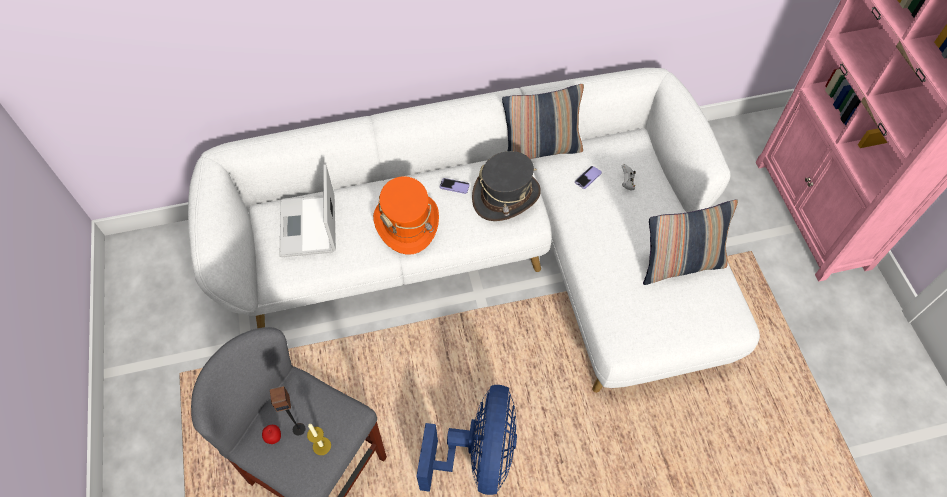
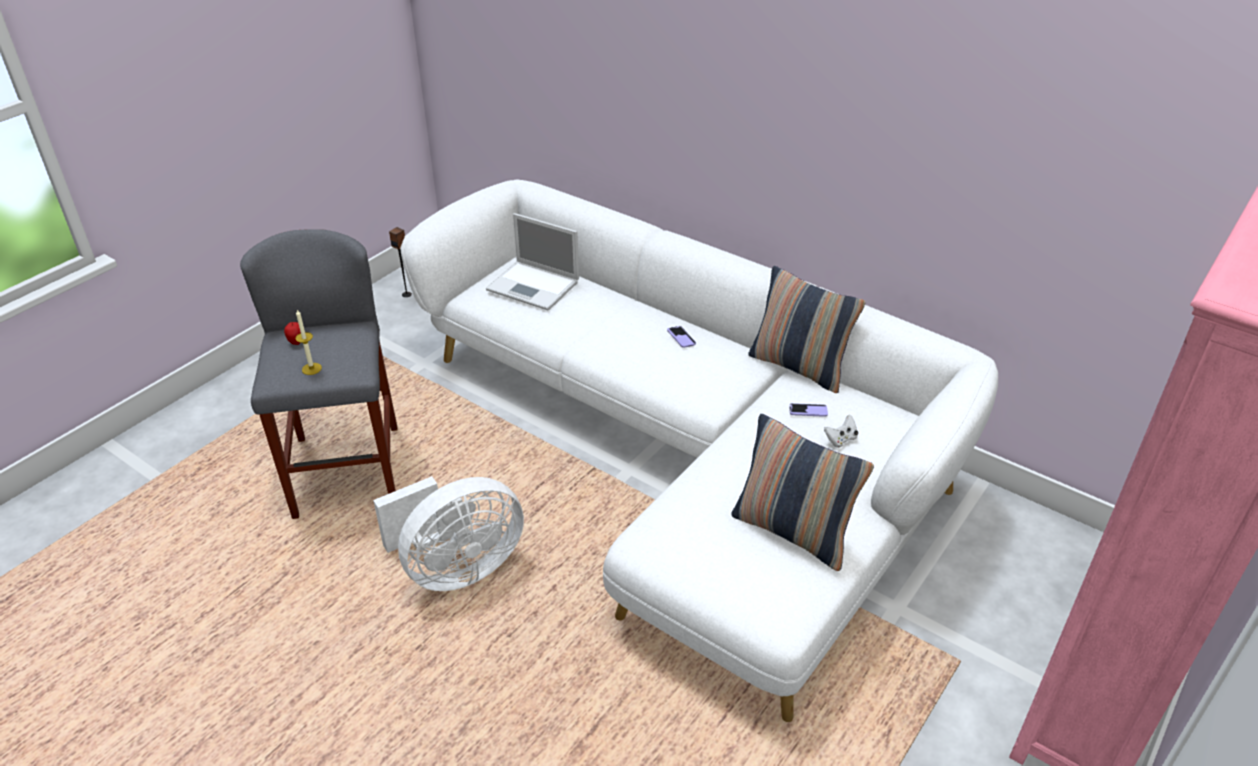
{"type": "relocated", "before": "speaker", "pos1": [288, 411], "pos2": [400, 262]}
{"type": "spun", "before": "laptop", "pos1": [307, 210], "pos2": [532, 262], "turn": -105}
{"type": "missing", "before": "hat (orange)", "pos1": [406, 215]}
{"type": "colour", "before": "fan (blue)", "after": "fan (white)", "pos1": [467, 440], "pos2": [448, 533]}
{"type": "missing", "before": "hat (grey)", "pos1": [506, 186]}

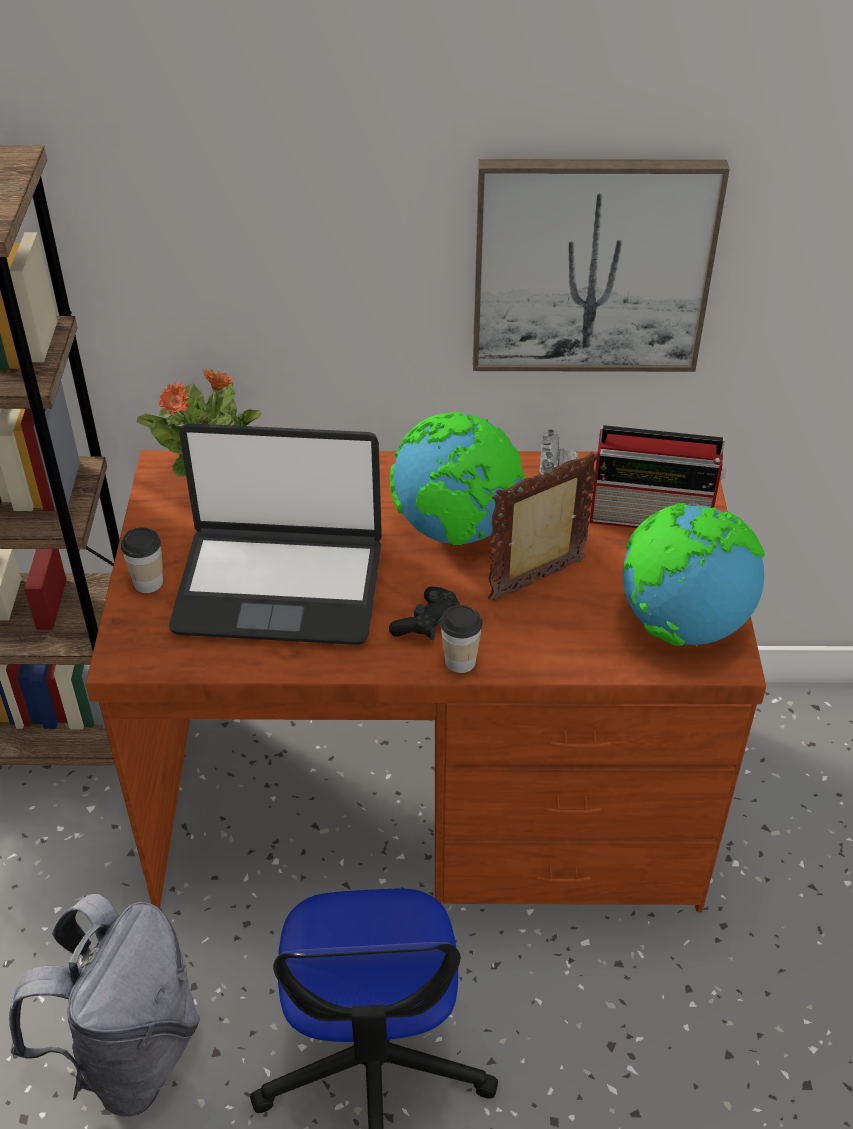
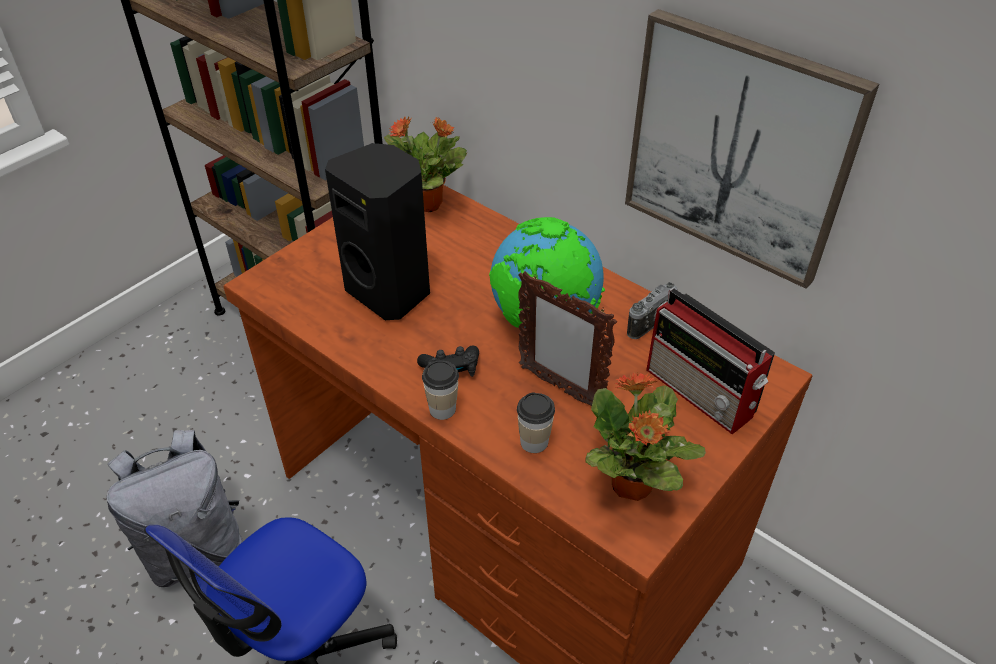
{"type": "relocated", "before": "cup", "pos1": [142, 560], "pos2": [536, 423]}
{"type": "exchanged", "before": "laptop", "after": "speaker (black)", "pos1": [275, 534], "pos2": [377, 231]}
{"type": "spun", "before": "picture frame", "pos1": [543, 526], "pos2": [567, 338], "turn": -150}
{"type": "exchanged", "before": "globe", "after": "potted plant", "pos1": [694, 575], "pos2": [646, 436]}

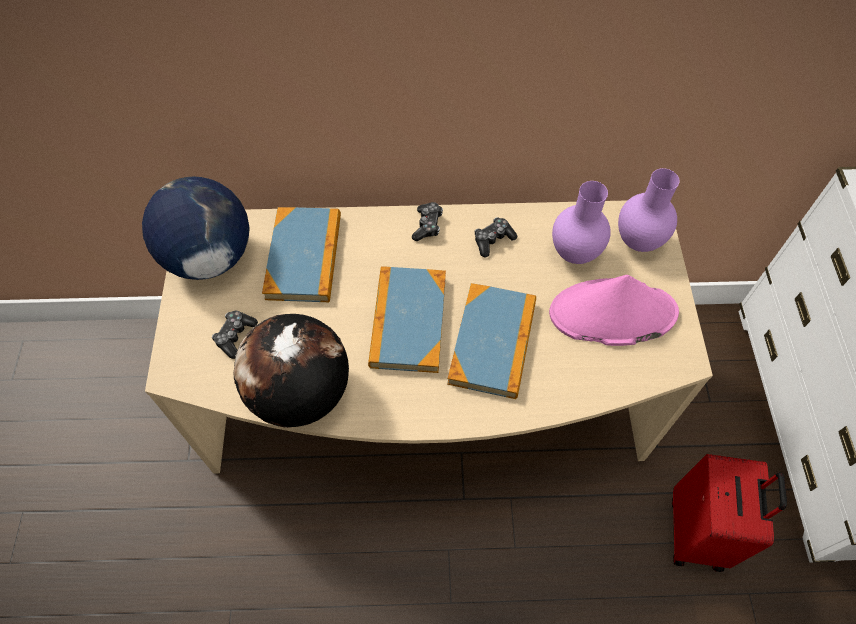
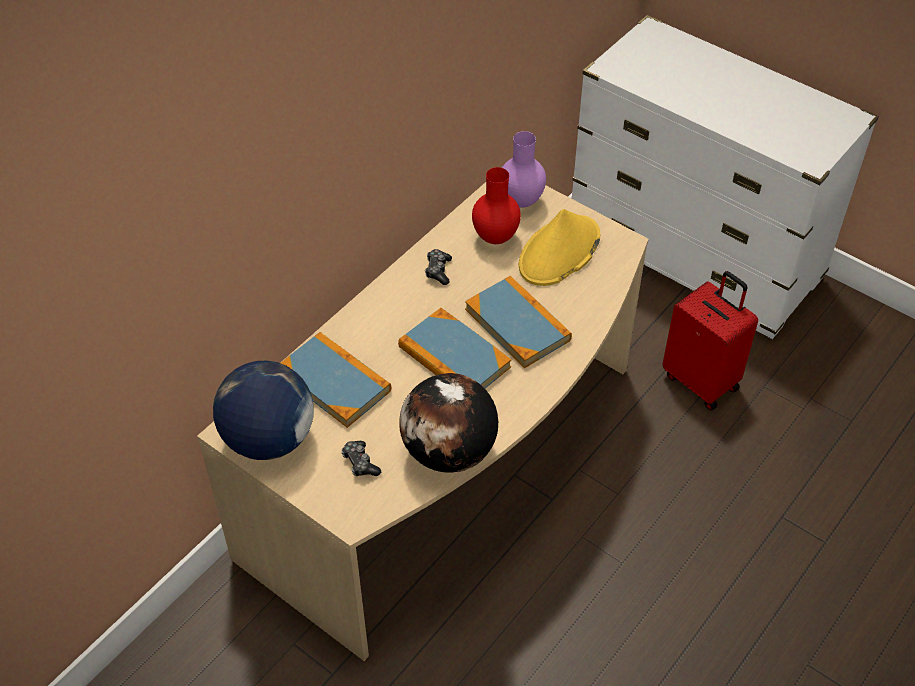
{"type": "missing", "before": "game controller", "pos1": [427, 221]}
{"type": "colour", "before": "hat (pink)", "after": "hat (yellow)", "pos1": [614, 310], "pos2": [559, 247]}
{"type": "colour", "before": "vase (purple)", "after": "vase (red)", "pos1": [581, 222], "pos2": [496, 205]}

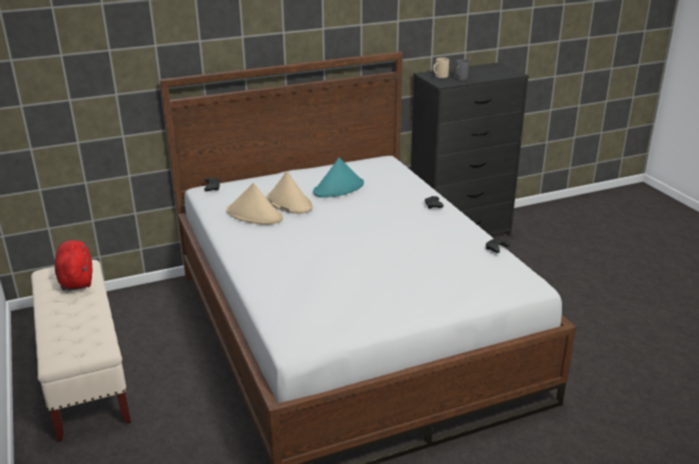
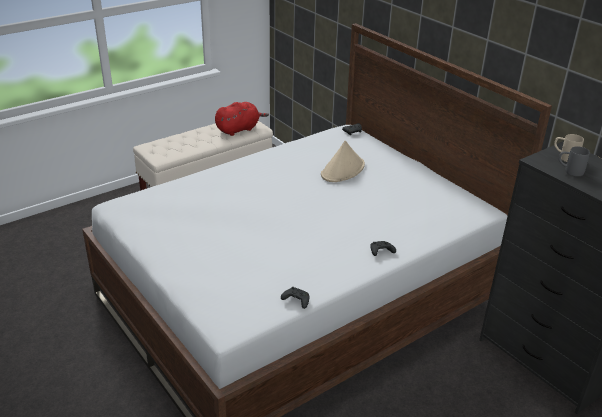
{"type": "missing", "before": "hat (beige)", "pos1": [254, 204]}
{"type": "missing", "before": "hat (turquoise)", "pos1": [338, 178]}

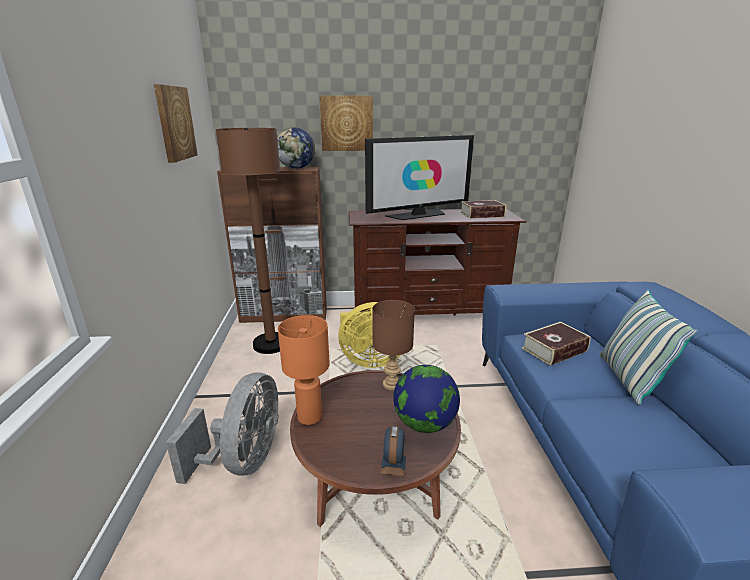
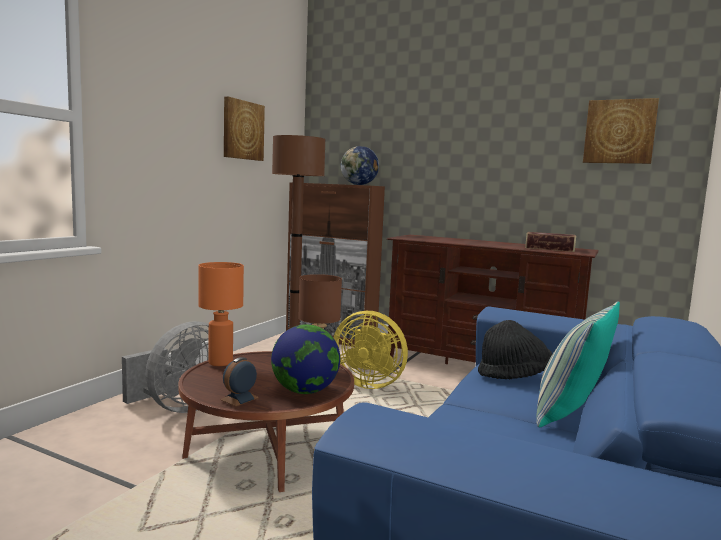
{"type": "relocated", "before": "picture", "pos1": [346, 123], "pos2": [621, 131]}
{"type": "missing", "before": "television", "pos1": [419, 177]}
{"type": "exchanged", "before": "book", "after": "hat (black)", "pos1": [556, 344], "pos2": [515, 349]}

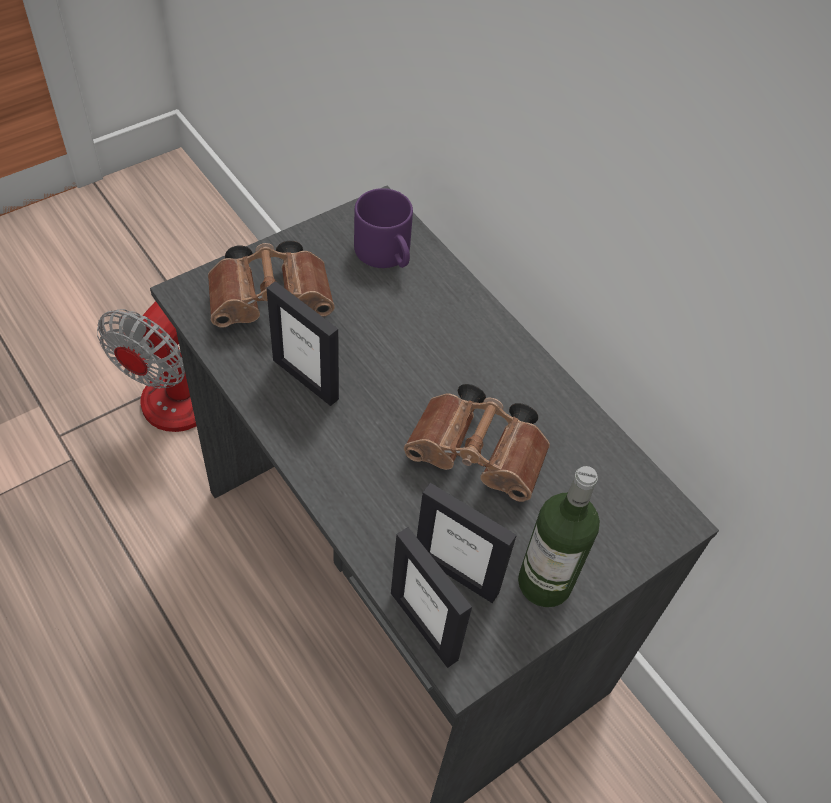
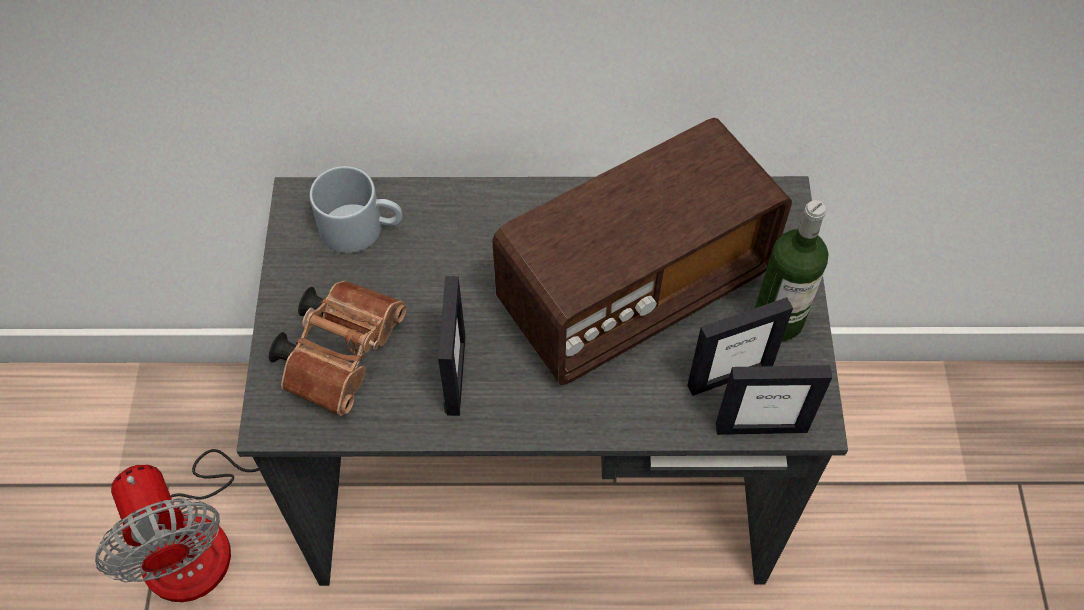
{"type": "spun", "before": "picture frame", "pos1": [302, 343], "pos2": [452, 346], "turn": -75}
{"type": "colour", "before": "mug (purple)", "after": "mug (grey)", "pos1": [383, 228], "pos2": [356, 209]}
{"type": "exchanged", "before": "binoculars (brown)", "after": "radio", "pos1": [477, 443], "pos2": [642, 251]}

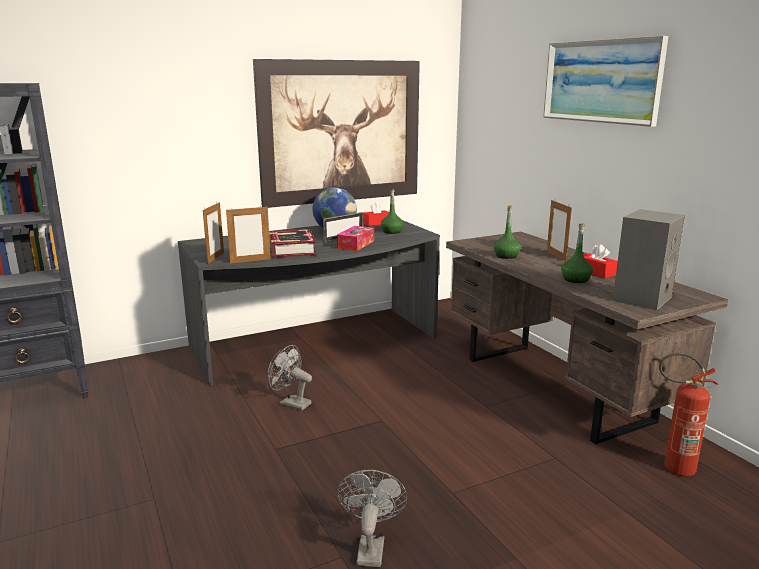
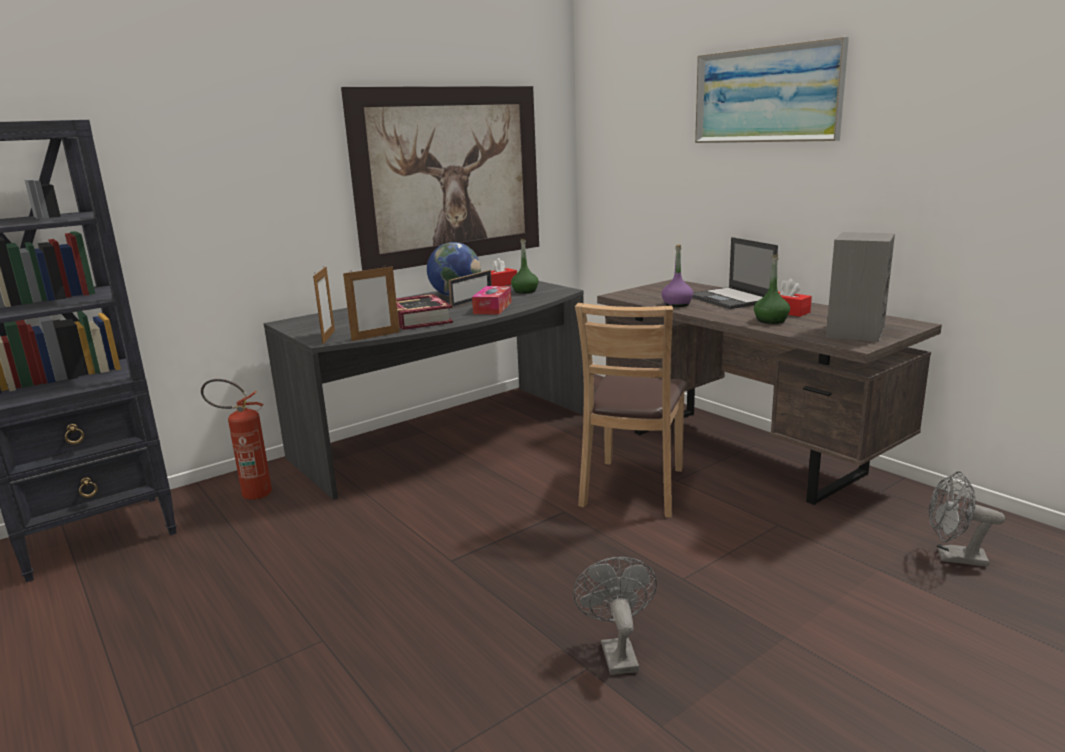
{"type": "relocated", "before": "fan (grey)", "pos1": [290, 378], "pos2": [967, 519]}
{"type": "colour", "before": "bottle (green)", "after": "bottle (purple)", "pos1": [507, 232], "pos2": [677, 275]}
{"type": "exchanged", "before": "picture frame", "after": "laptop", "pos1": [559, 230], "pos2": [735, 273]}
{"type": "relocated", "before": "fire extinguisher", "pos1": [688, 415], "pos2": [236, 439]}
{"type": "appeared", "after": "chair (brown)", "pos2": [631, 410]}

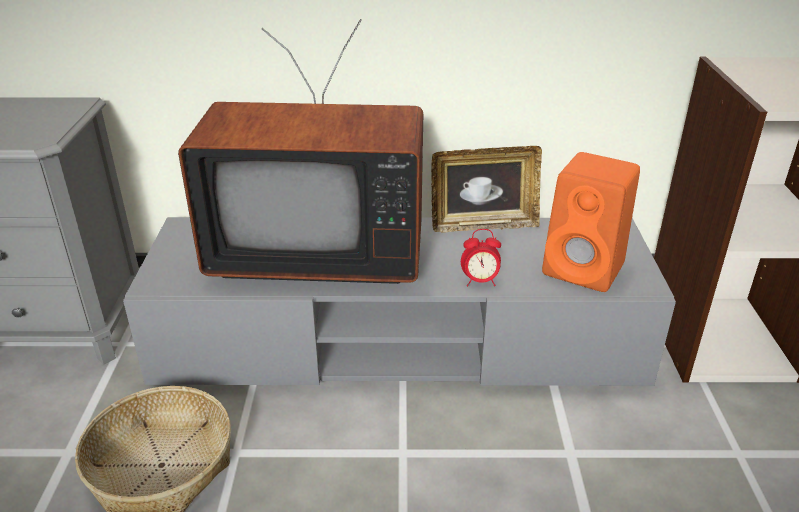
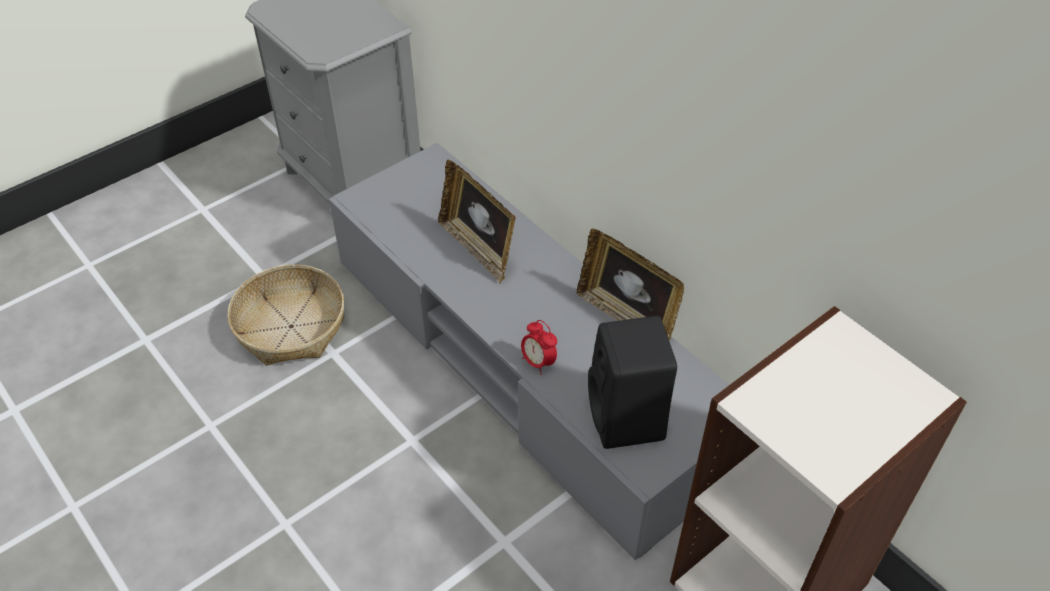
{"type": "exchanged", "before": "television", "after": "picture frame", "pos1": [300, 151], "pos2": [477, 222]}
{"type": "colour", "before": "speaker (orange)", "after": "speaker (black)", "pos1": [591, 222], "pos2": [632, 382]}

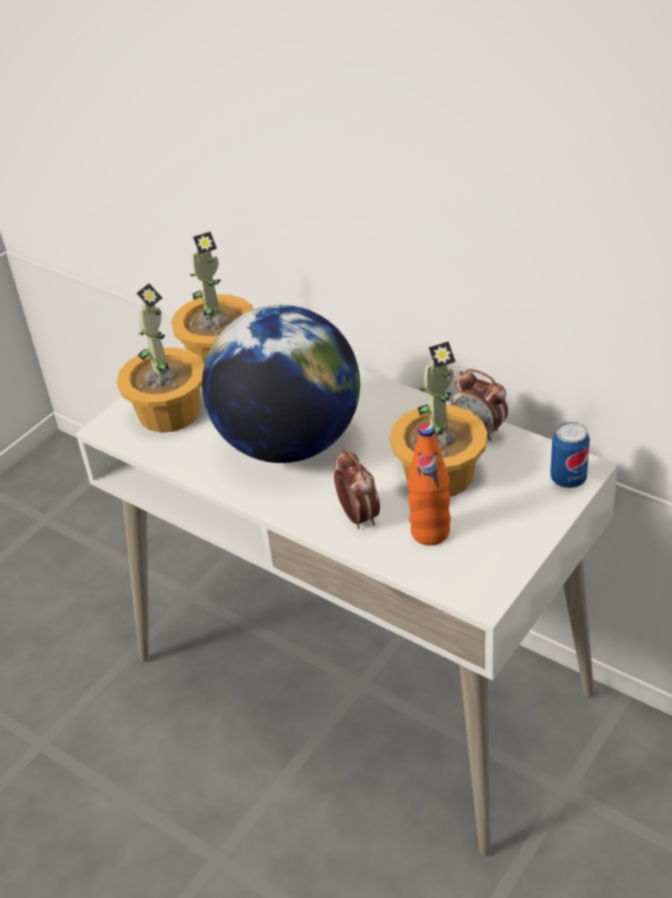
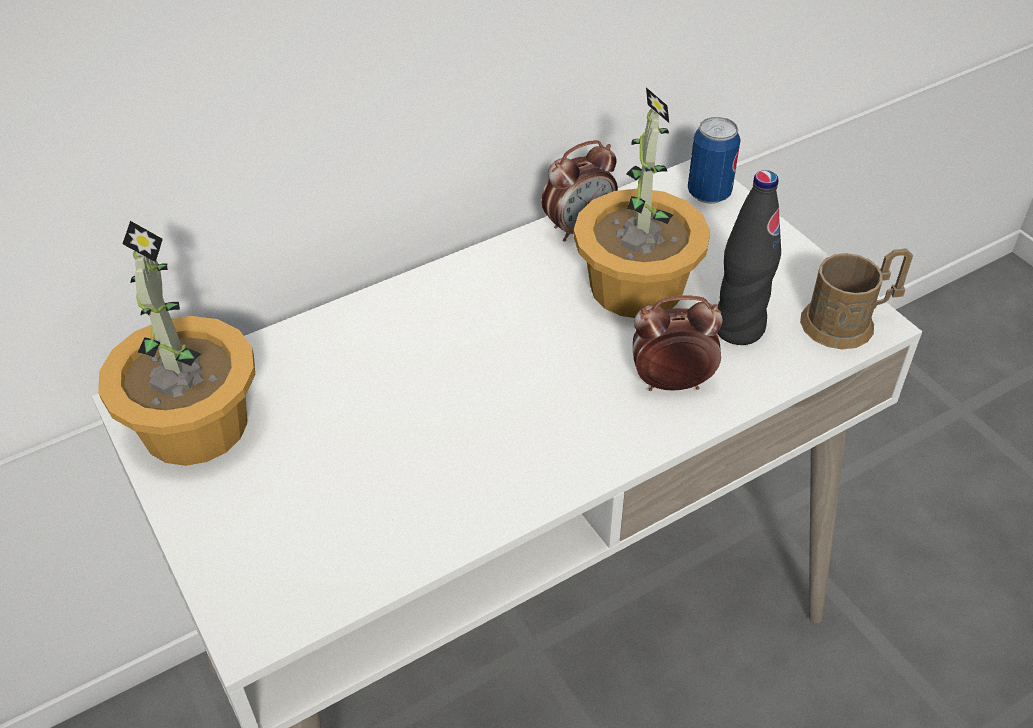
{"type": "missing", "before": "potted plant", "pos1": [160, 358]}
{"type": "missing", "before": "globe", "pos1": [281, 384]}
{"type": "colour", "before": "bottle (orange)", "after": "bottle (black)", "pos1": [429, 484], "pos2": [749, 257]}
{"type": "appeared", "after": "mug (brown)", "pos2": [856, 299]}

